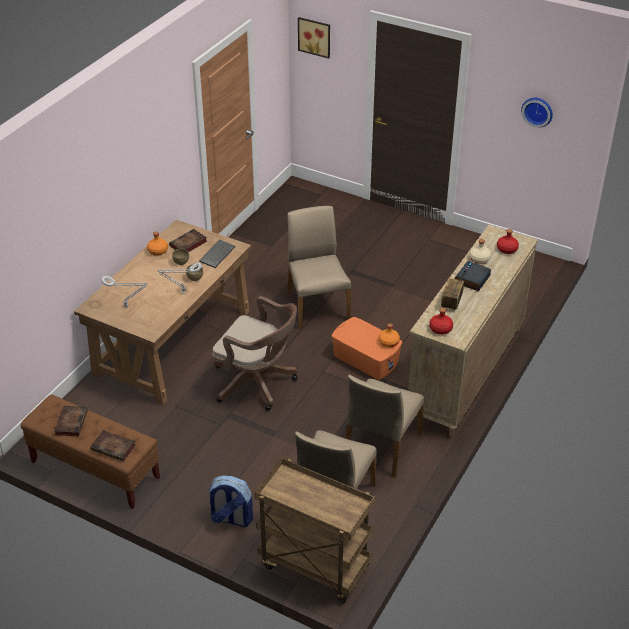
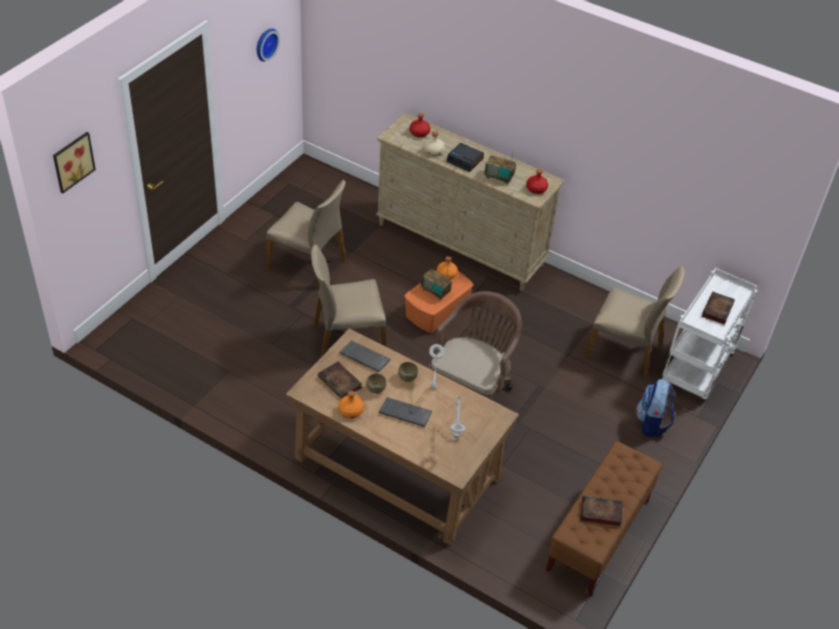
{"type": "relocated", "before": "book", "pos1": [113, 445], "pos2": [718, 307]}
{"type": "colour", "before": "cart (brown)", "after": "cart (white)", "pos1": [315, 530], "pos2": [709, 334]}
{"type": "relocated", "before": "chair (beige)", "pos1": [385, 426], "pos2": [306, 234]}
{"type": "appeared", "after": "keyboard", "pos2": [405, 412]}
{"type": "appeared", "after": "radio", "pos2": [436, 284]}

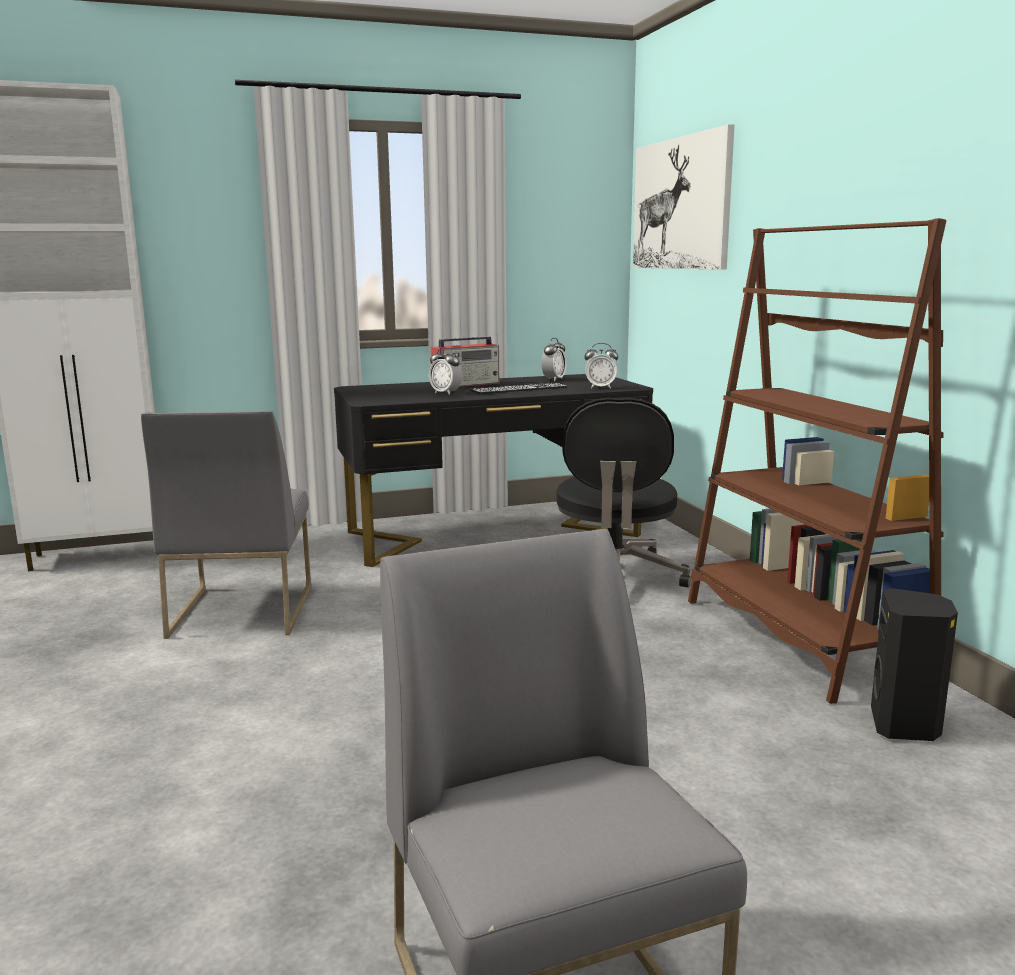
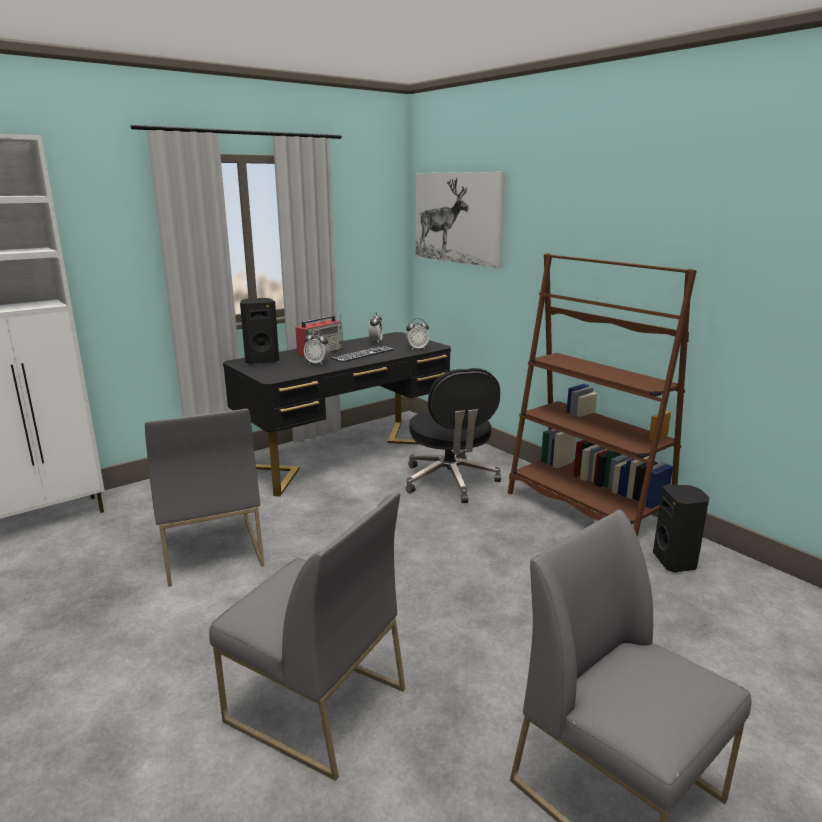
{"type": "appeared", "after": "chair (grey)", "pos2": [307, 636]}
{"type": "appeared", "after": "speaker (black)", "pos2": [259, 331]}

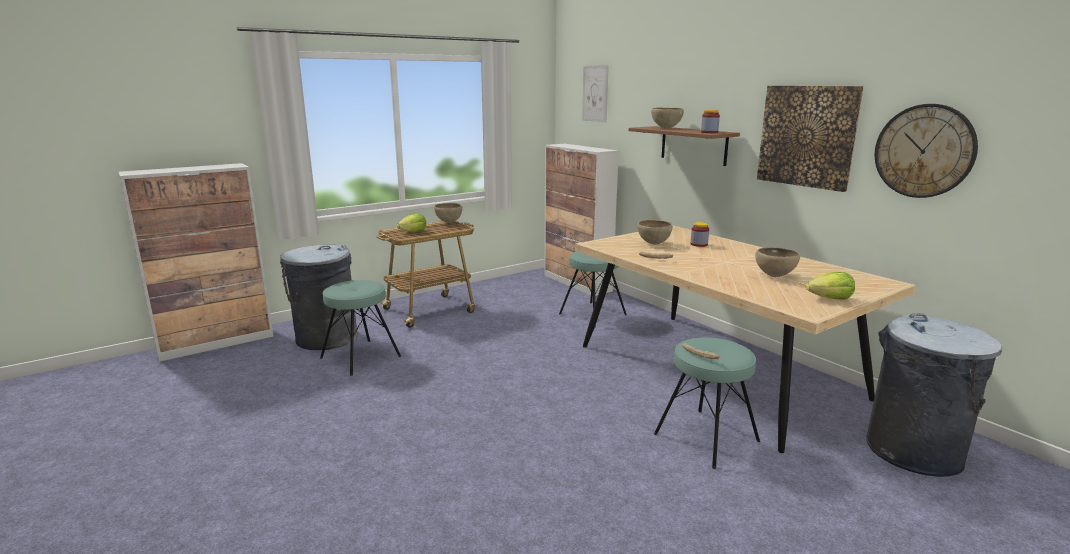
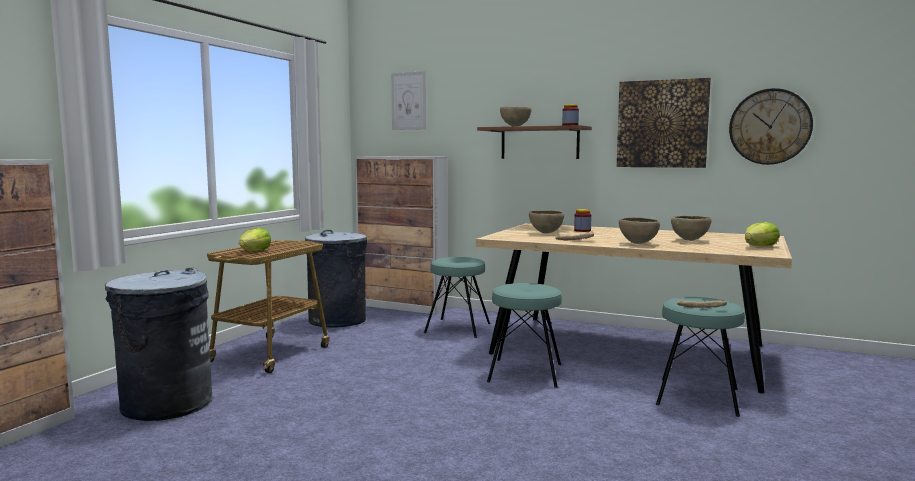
{"type": "relocated", "before": "stool (turquoise)", "pos1": [360, 328], "pos2": [524, 335]}
{"type": "relocated", "before": "bowl (brown)", "pos1": [448, 213], "pos2": [639, 230]}
{"type": "relocated", "before": "trash can (grey)", "pos1": [934, 395], "pos2": [336, 278]}

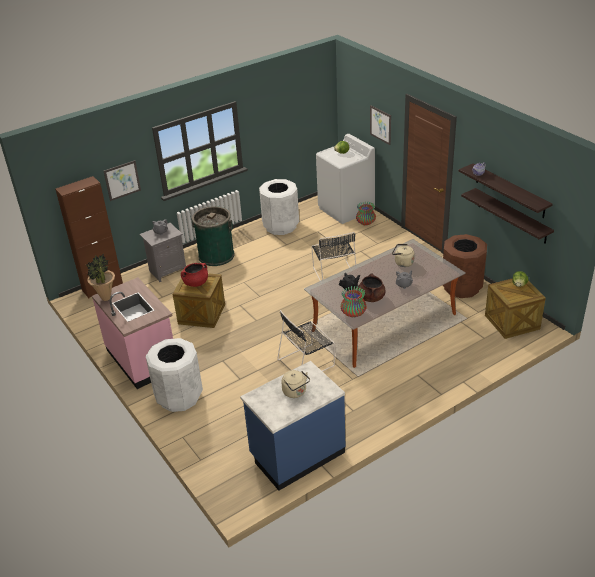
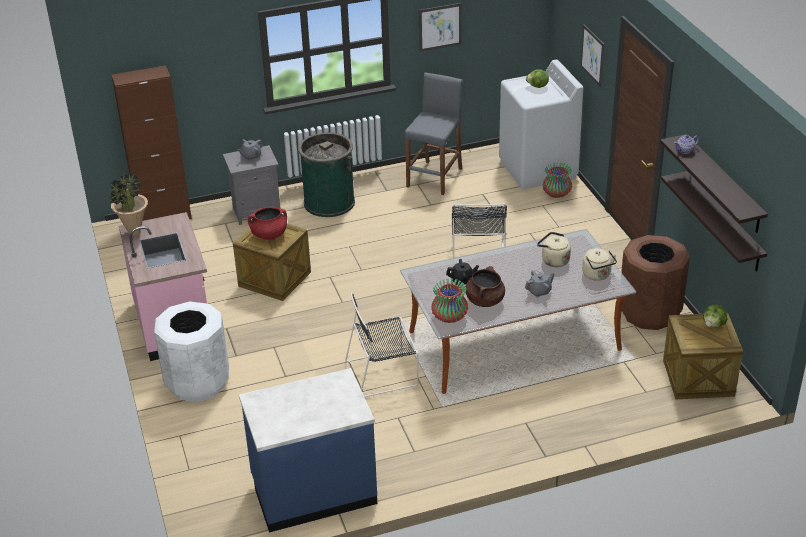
{"type": "relocated", "before": "picture", "pos1": [122, 180], "pos2": [440, 27]}
{"type": "exchanged", "before": "trash can (white)", "after": "stool (grey)", "pos1": [279, 207], "pos2": [434, 134]}
{"type": "relocated", "before": "kettle (beige)", "pos1": [295, 384], "pos2": [599, 264]}

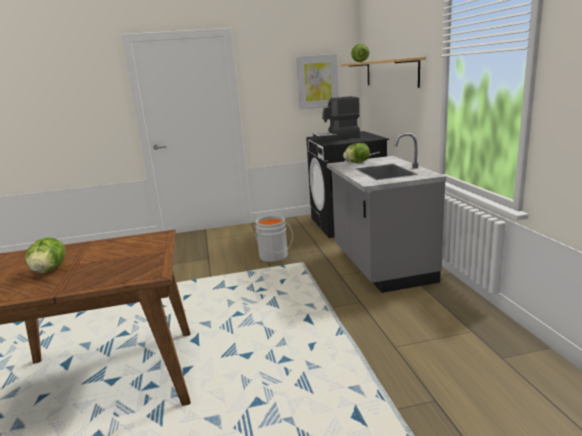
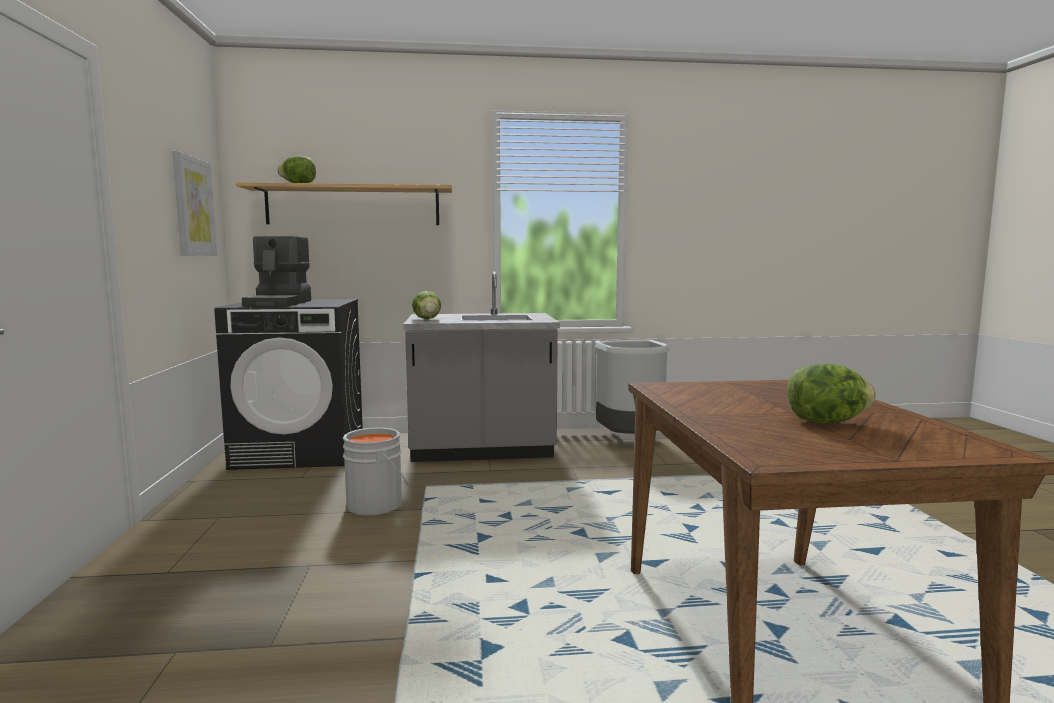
{"type": "appeared", "after": "trash can (grey)", "pos2": [632, 387]}

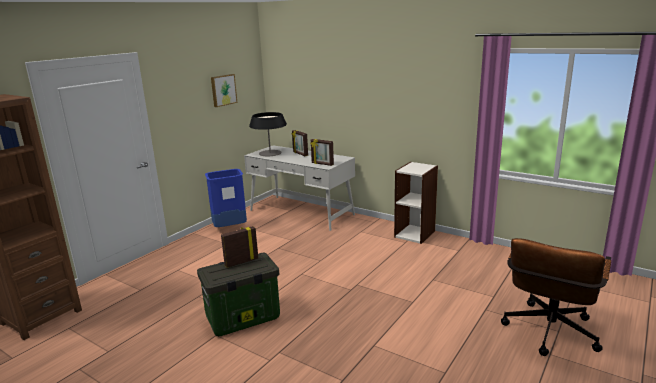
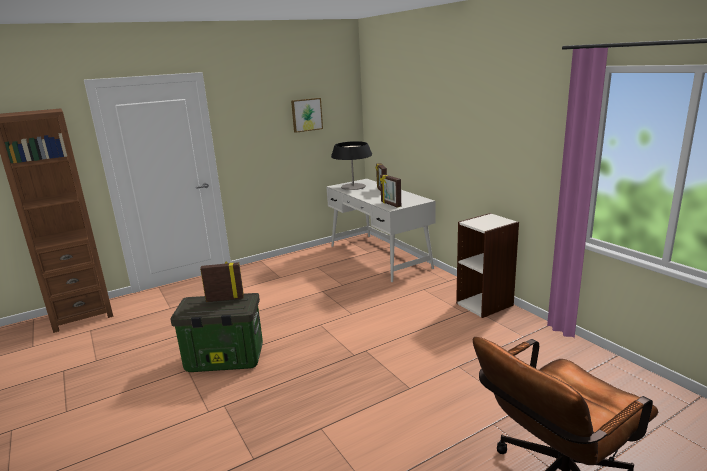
{"type": "missing", "before": "trash can (blue)", "pos1": [226, 198]}

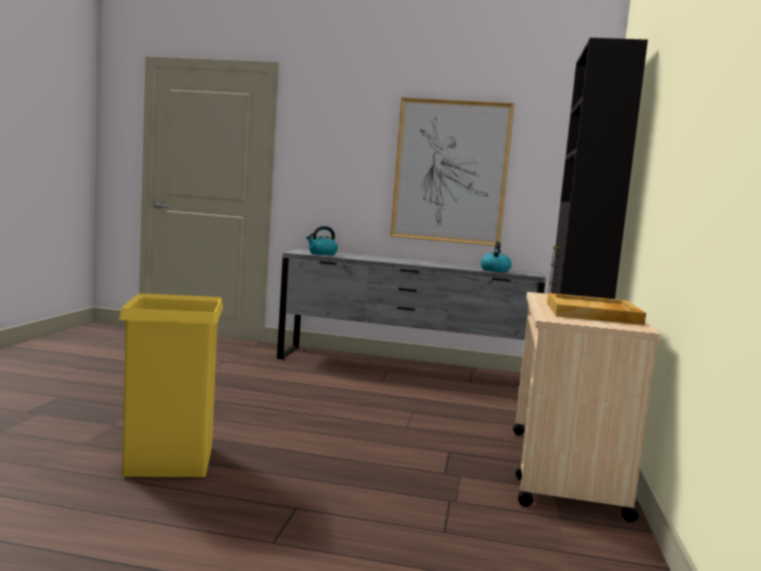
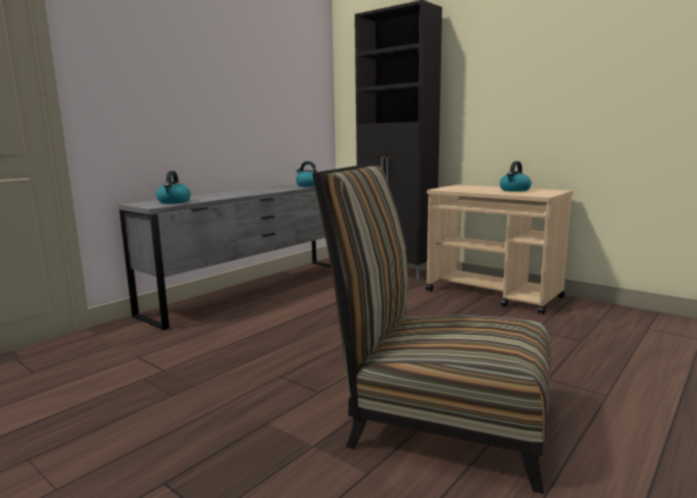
{"type": "exchanged", "before": "trash can (yellow)", "after": "chair", "pos1": [171, 385], "pos2": [431, 328]}
{"type": "missing", "before": "picture", "pos1": [452, 171]}
{"type": "exchanged", "before": "tray (beige)", "after": "kettle", "pos1": [596, 309], "pos2": [515, 176]}

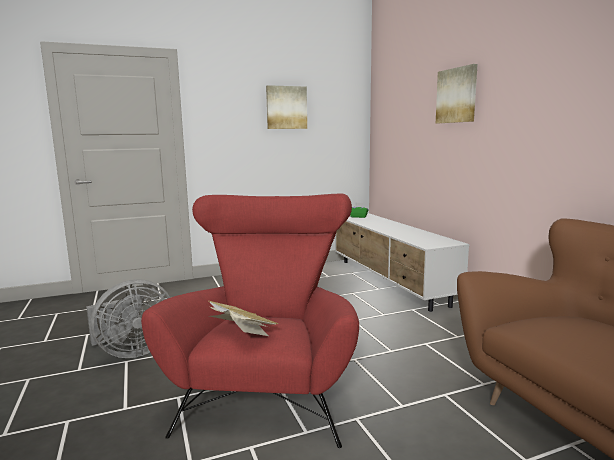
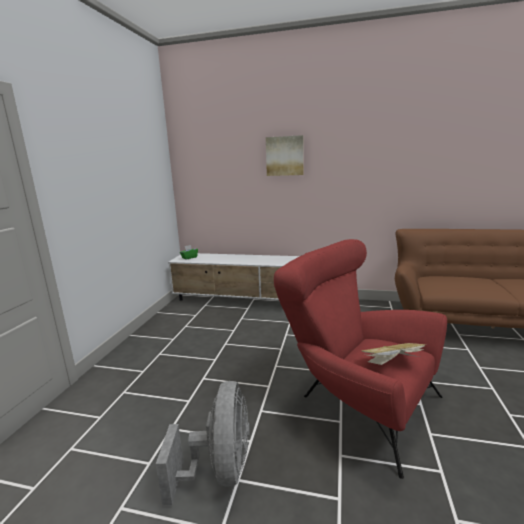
{"type": "missing", "before": "picture", "pos1": [286, 107]}

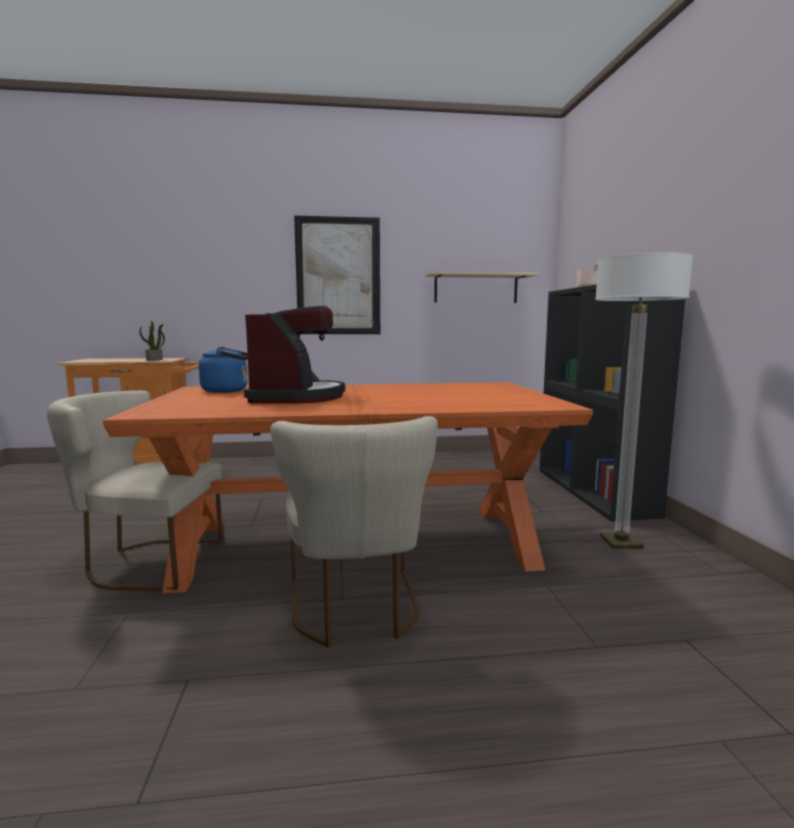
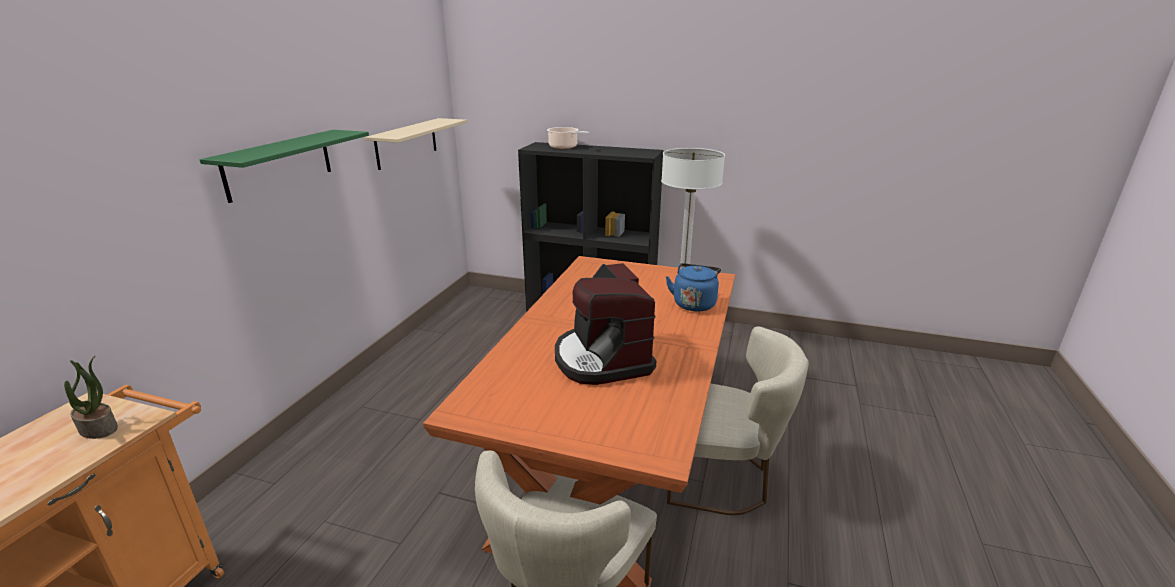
{"type": "relocated", "before": "kettle (blue)", "pos1": [223, 369], "pos2": [693, 287]}
{"type": "spun", "before": "coffee machine", "pos1": [294, 355], "pos2": [606, 324], "turn": -135}
{"type": "exchanged", "before": "picture", "after": "shelf (green)", "pos1": [337, 274], "pos2": [284, 166]}

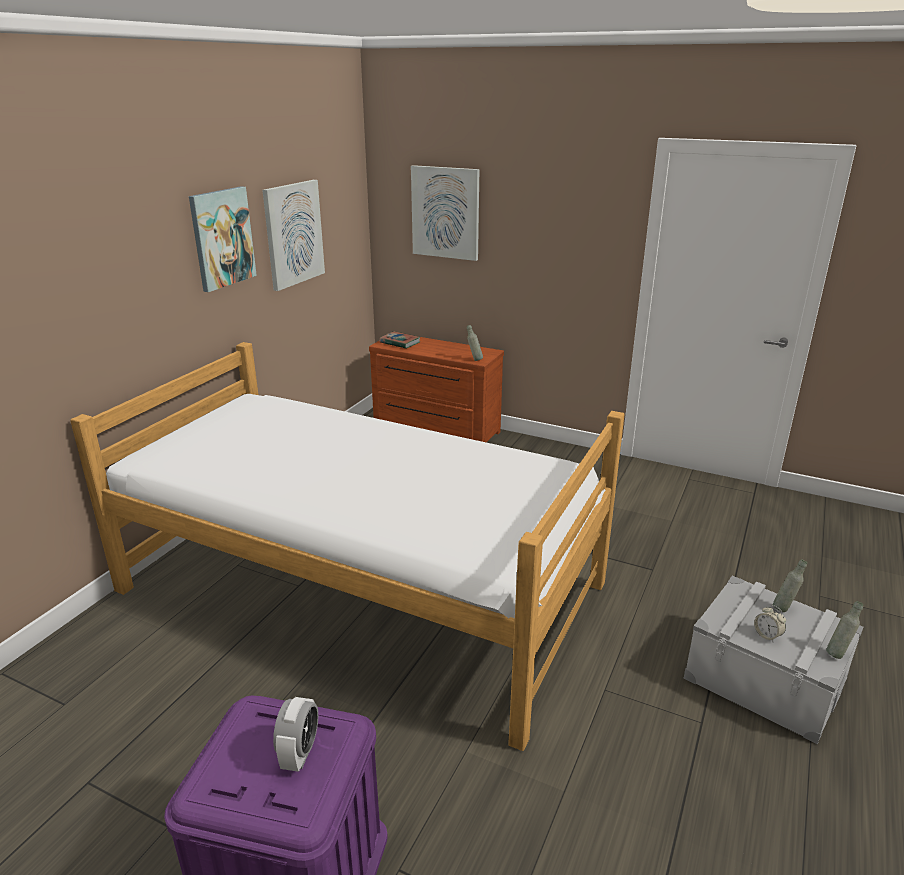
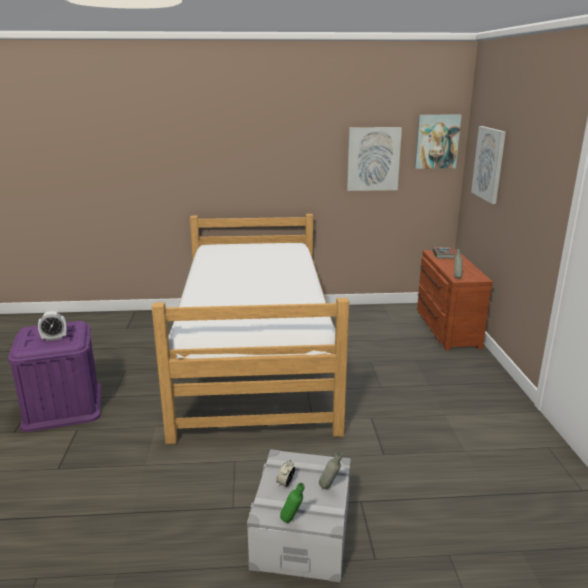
{"type": "relocated", "before": "picture", "pos1": [223, 239], "pos2": [438, 142]}
{"type": "colour", "before": "bottle (grey)", "after": "bottle (green)", "pos1": [844, 630], "pos2": [292, 502]}

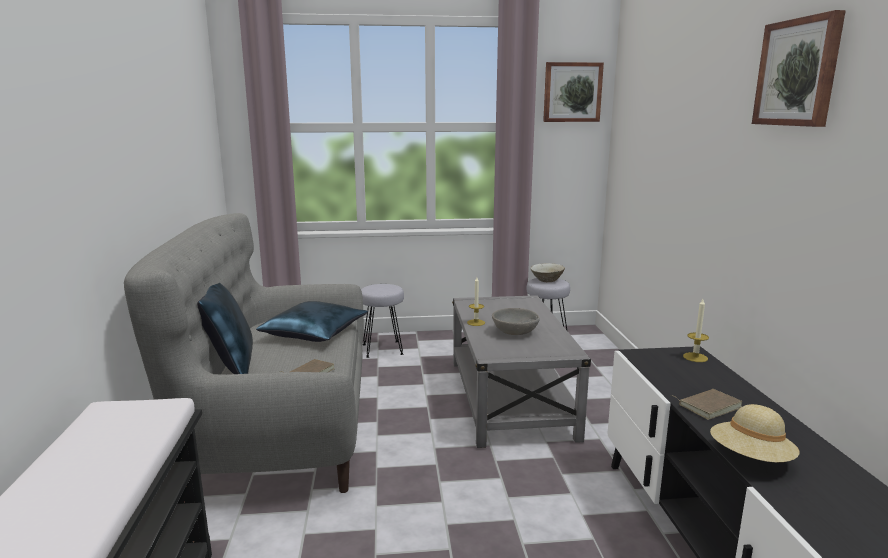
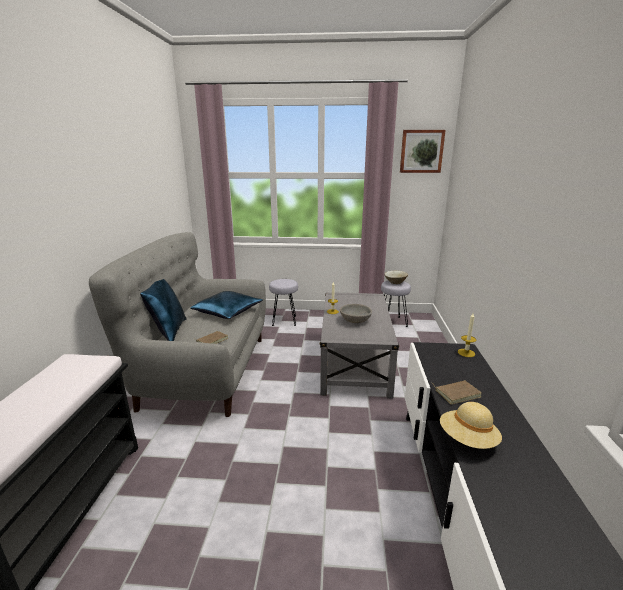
{"type": "missing", "before": "picture", "pos1": [799, 68]}

